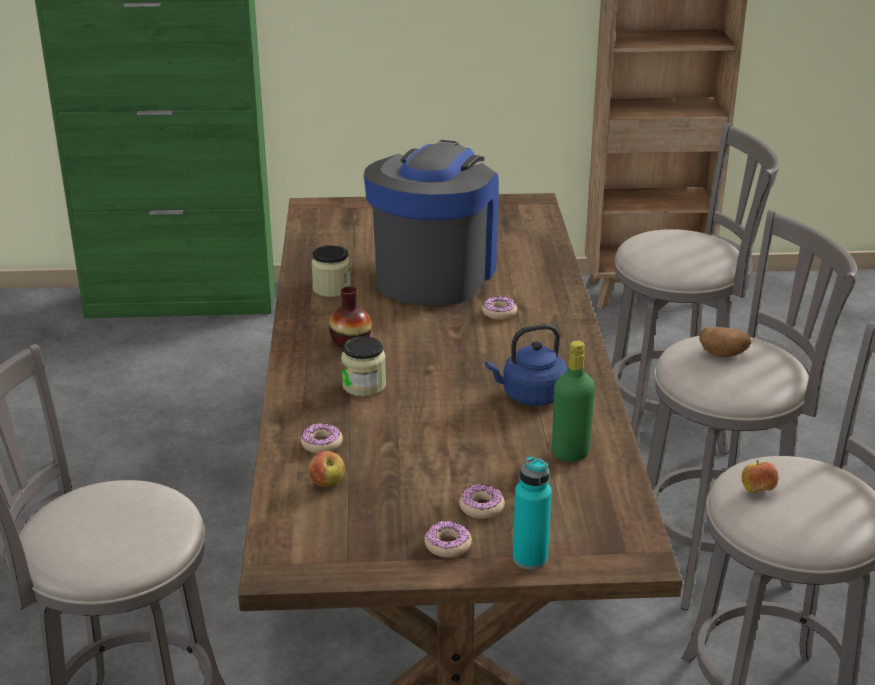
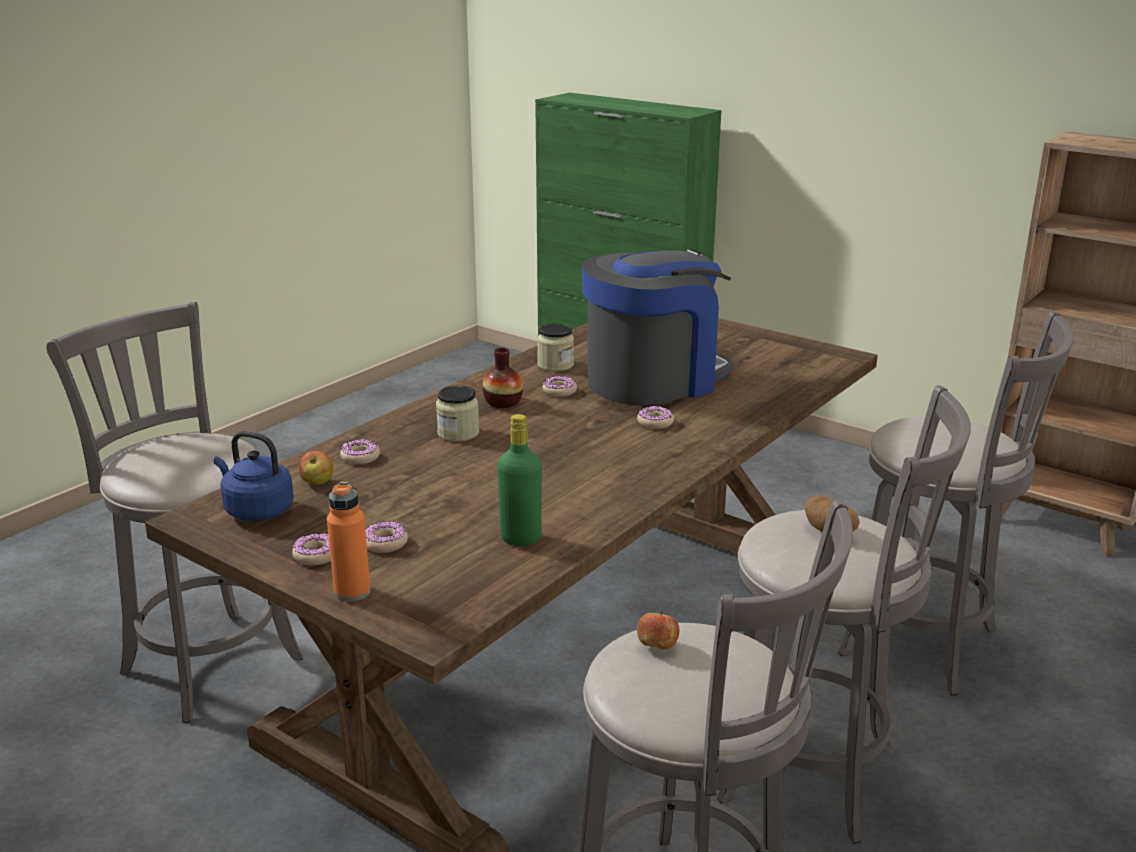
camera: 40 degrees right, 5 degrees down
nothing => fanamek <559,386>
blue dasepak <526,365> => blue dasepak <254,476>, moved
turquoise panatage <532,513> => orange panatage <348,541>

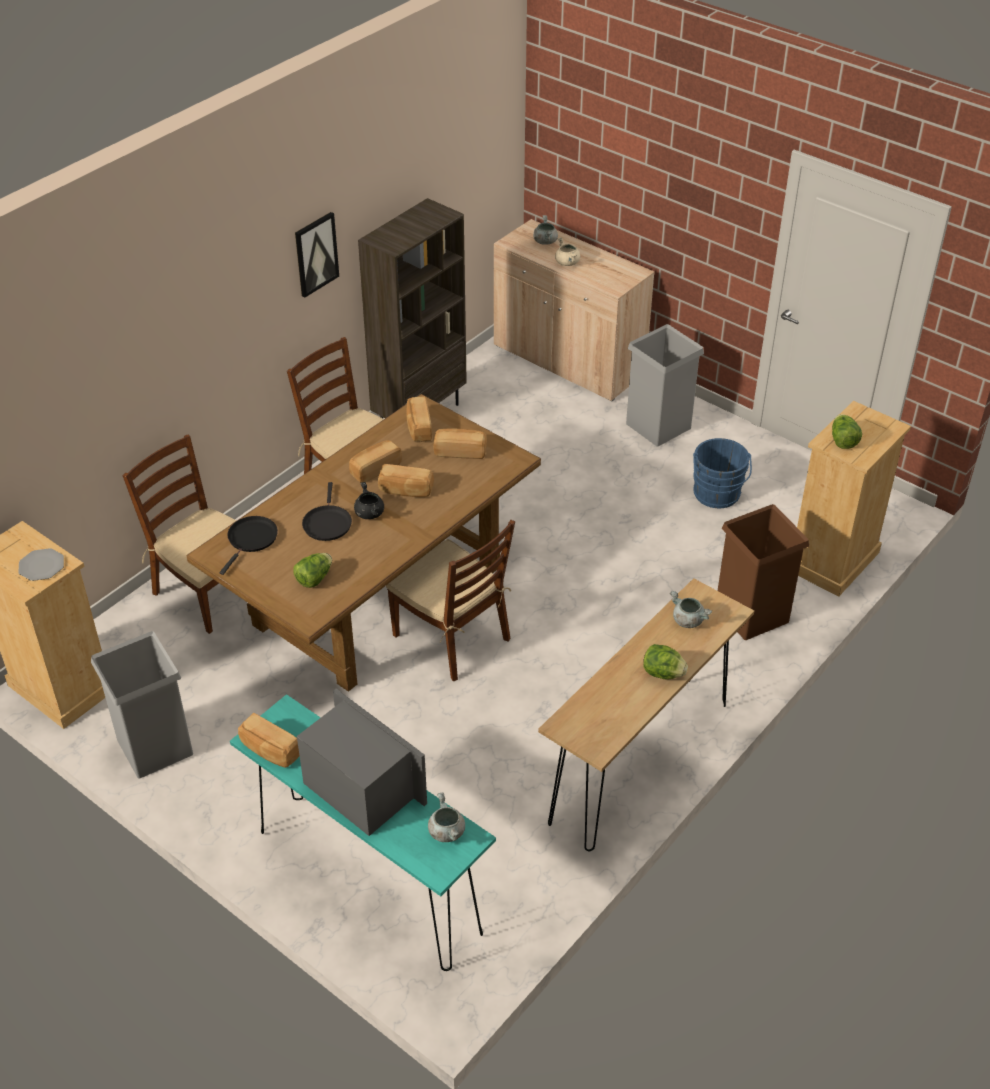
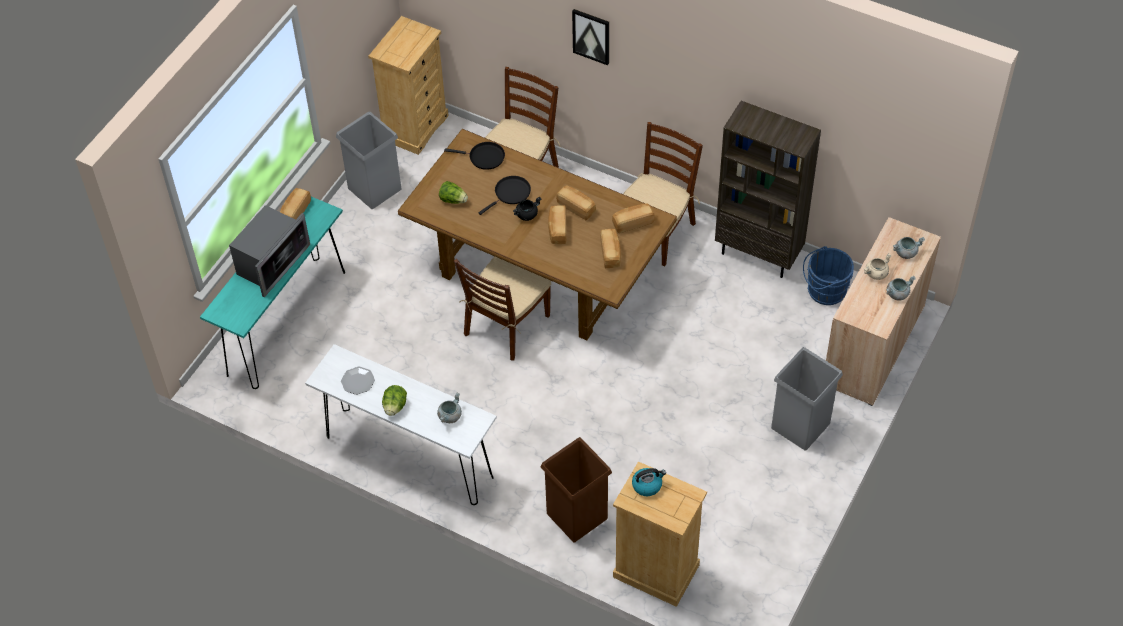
camera: 80 degrees right, 10 degrees up
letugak <41,564> => letugak <358,381>, moved
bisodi <317,255> => bisodi <590,37>, moved
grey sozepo <446,817> => grey sozepo <901,288>, moved
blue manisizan <722,473> => blue manisizan <828,275>, moved
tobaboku <847,431> => dasepak <649,482>
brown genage <646,714> => white genage <401,424>
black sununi <327,511> => black sununi <505,195>, 150 degrees clockwise

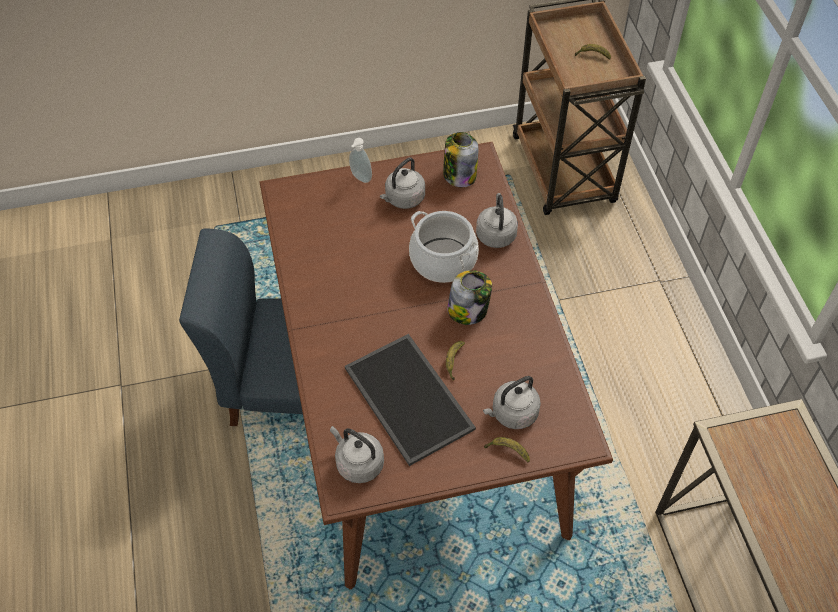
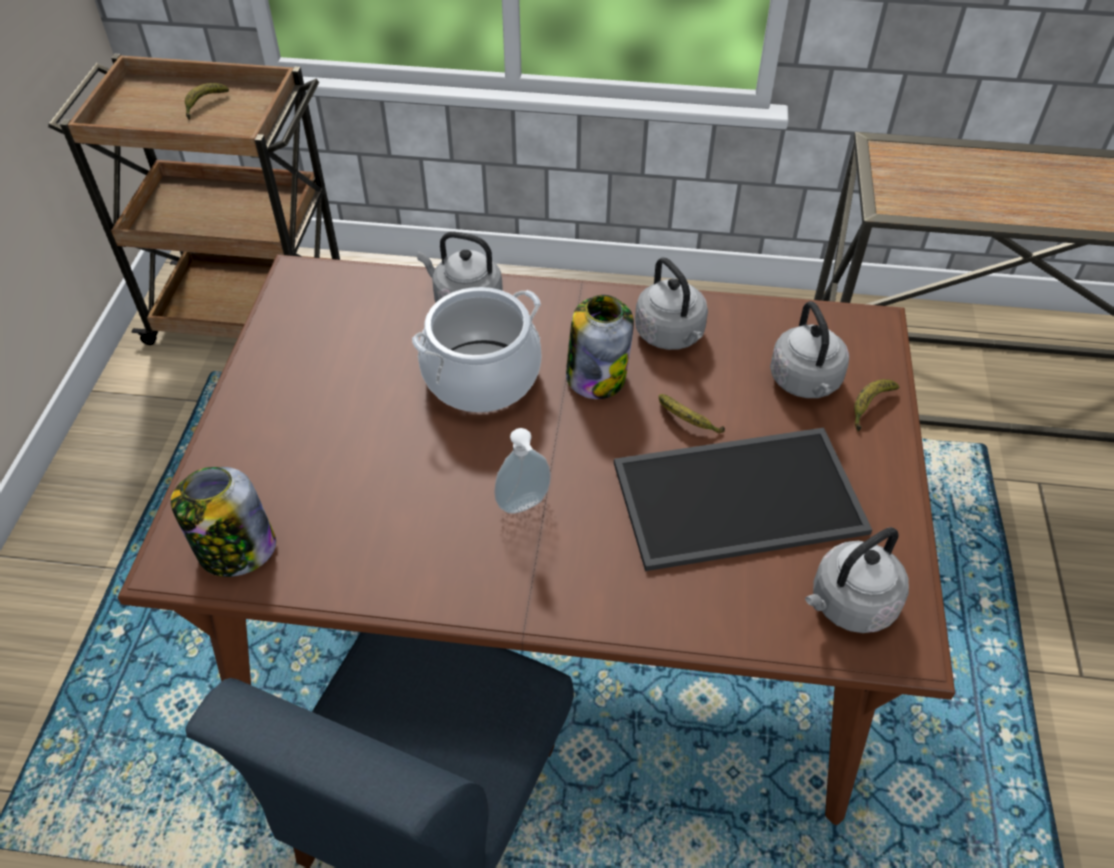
camera: 70 degrees left, 5 degrees down
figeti <360,160> => figeti <522,471>, moved
grey dasepak <402,183> => grey dasepak <671,303>, moved
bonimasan <461,159> => bonimasan <223,522>, moved

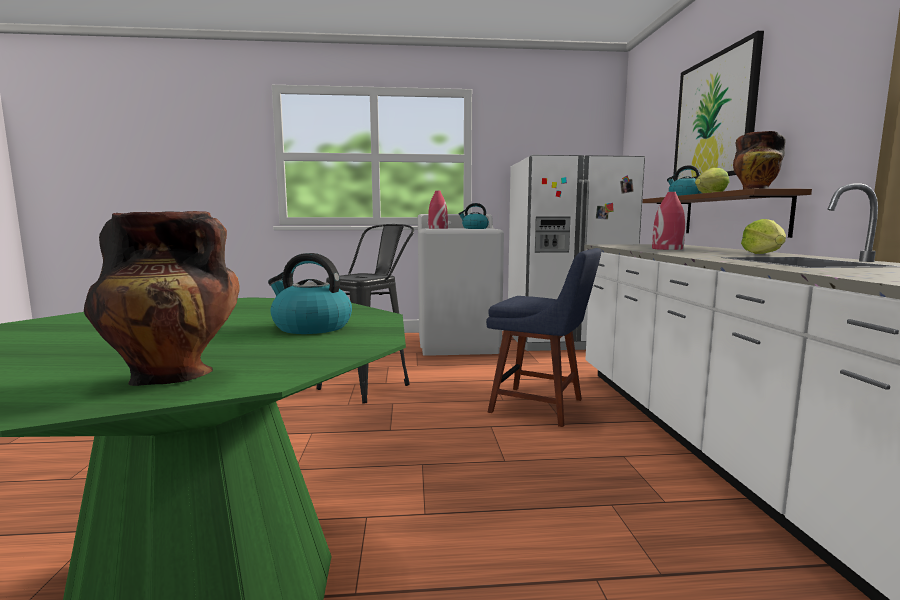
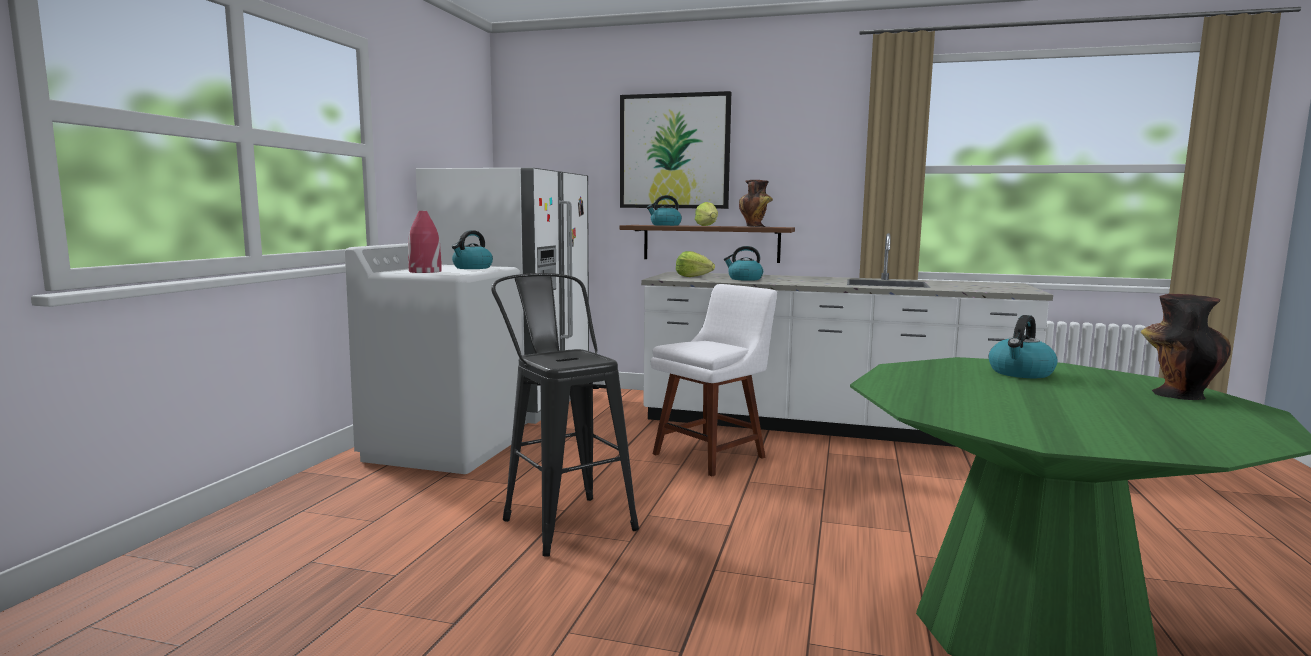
camera: 70 degrees left, 0 degrees up
tobaboku <763,236> => tobaboku <695,264>, moved
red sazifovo <668,221> => dasepak <743,263>
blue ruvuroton <544,337> => white ruvuroton <714,380>

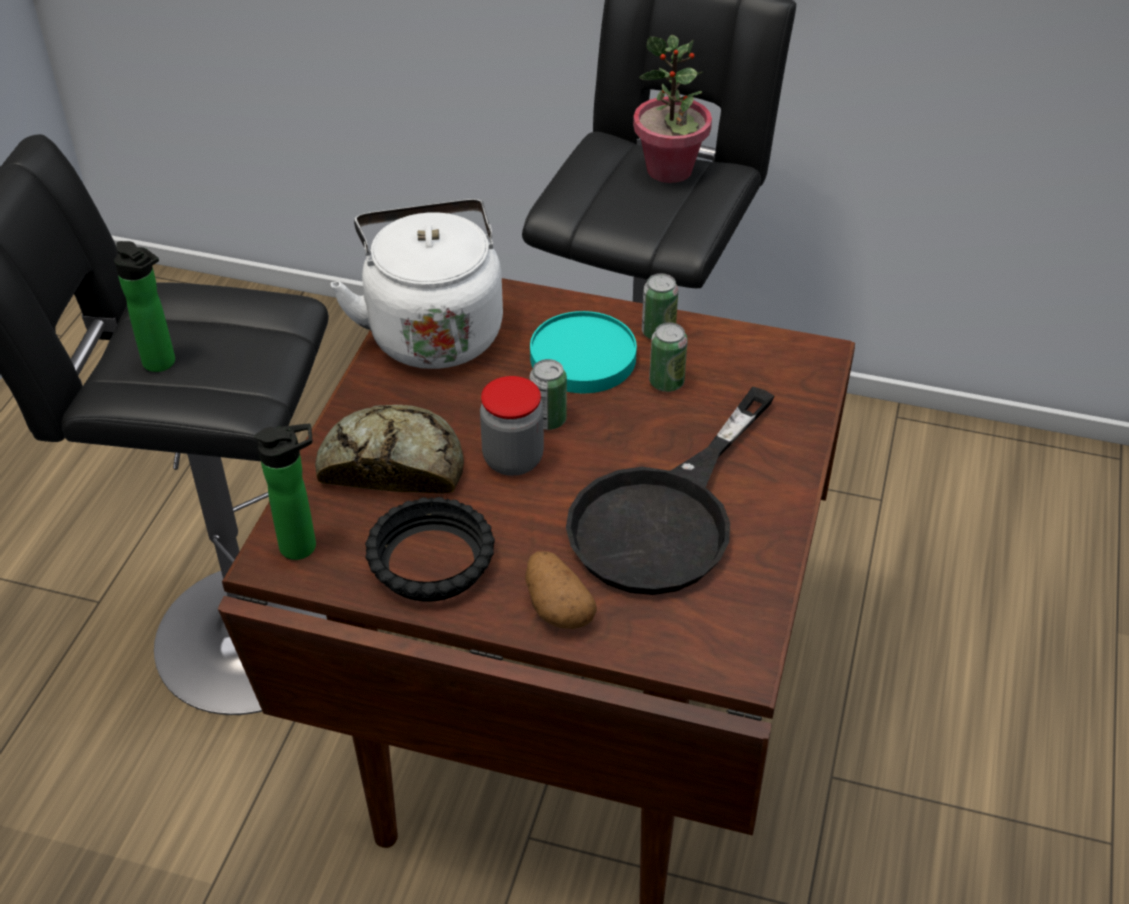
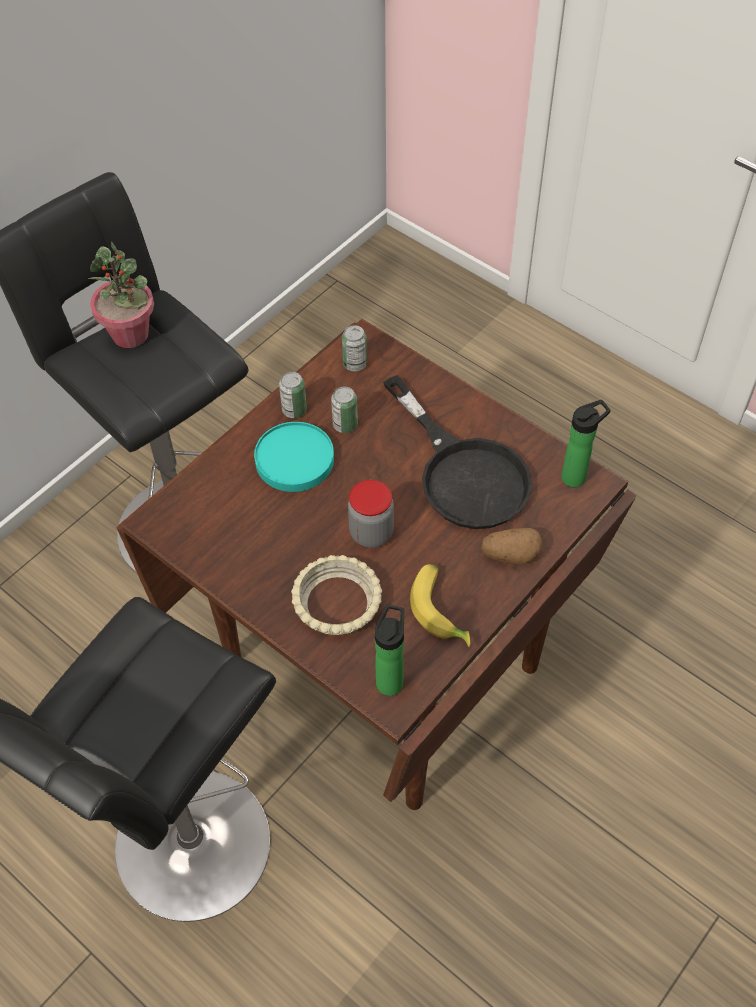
camera: 65 degrees left, 10 degrees up
white dasepak <416,284> => nothing
panatage <144,306> => panatage <586,443>, moved
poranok <548,394> => poranok <354,348>, moved
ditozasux <389,449> => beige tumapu <336,595>
black tumapu <430,549> => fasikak <440,605>

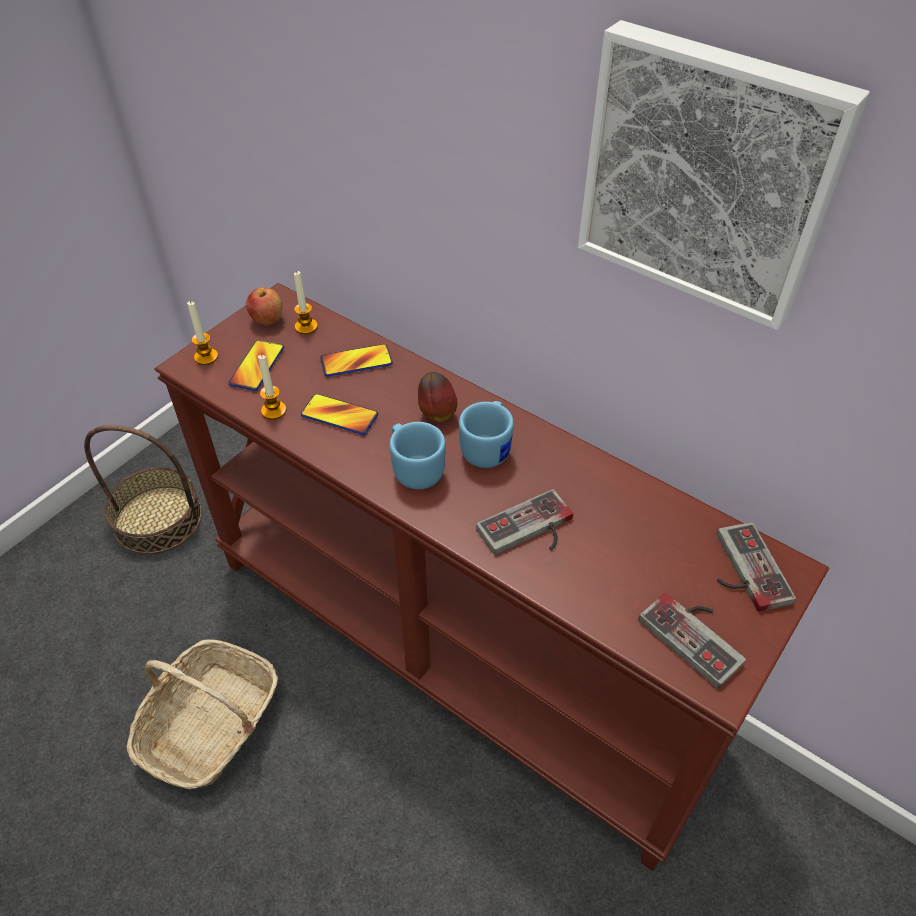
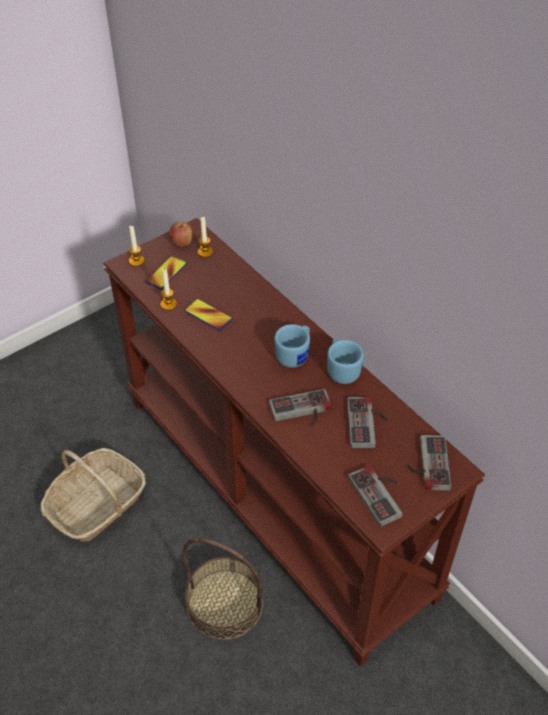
camera: 15 degrees right, 0 degrees up
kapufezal <356,360> => nothing
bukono <437,397> => nothing
bisodi <724,175> => nothing
nothing => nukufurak <367,422>
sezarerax <143,489> => sezarerax <223,589>, moved
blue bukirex <418,455> => blue bukirex <346,361>, moved

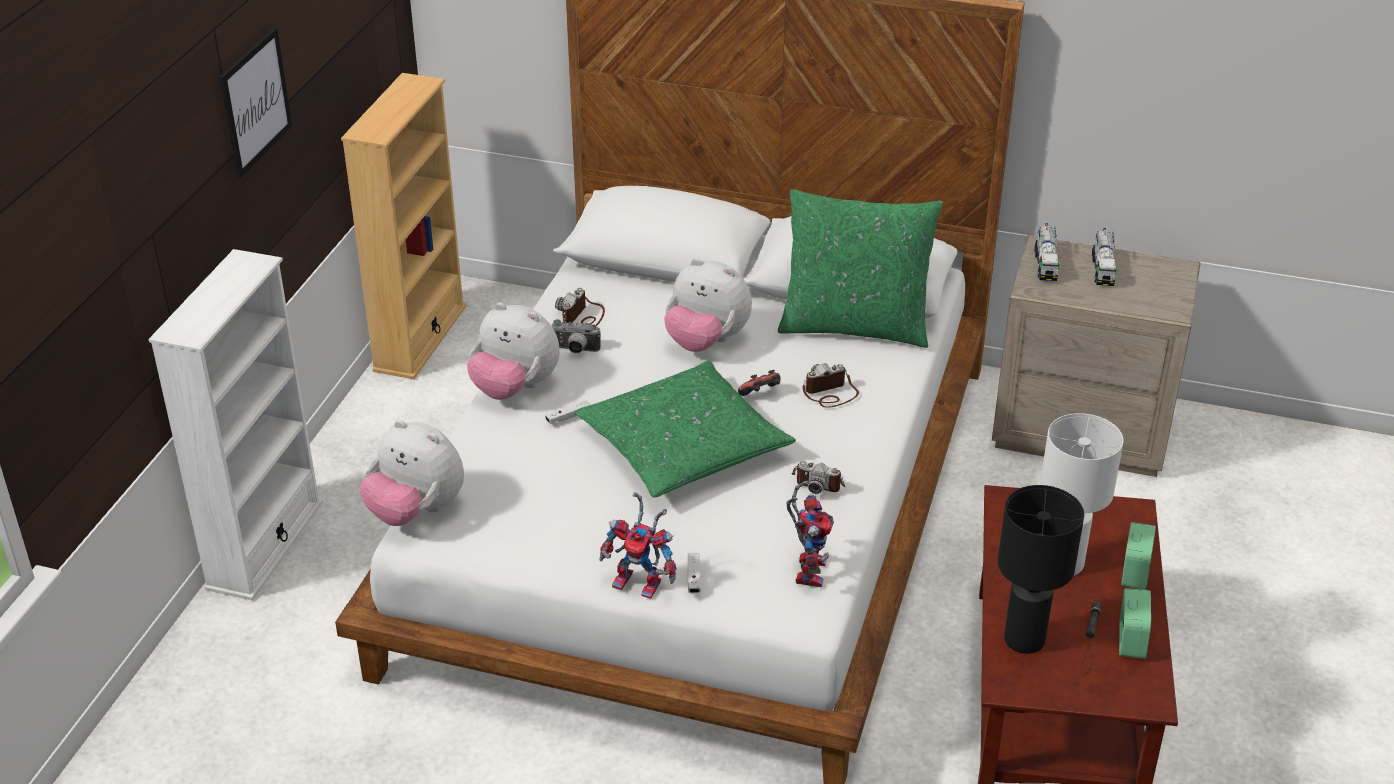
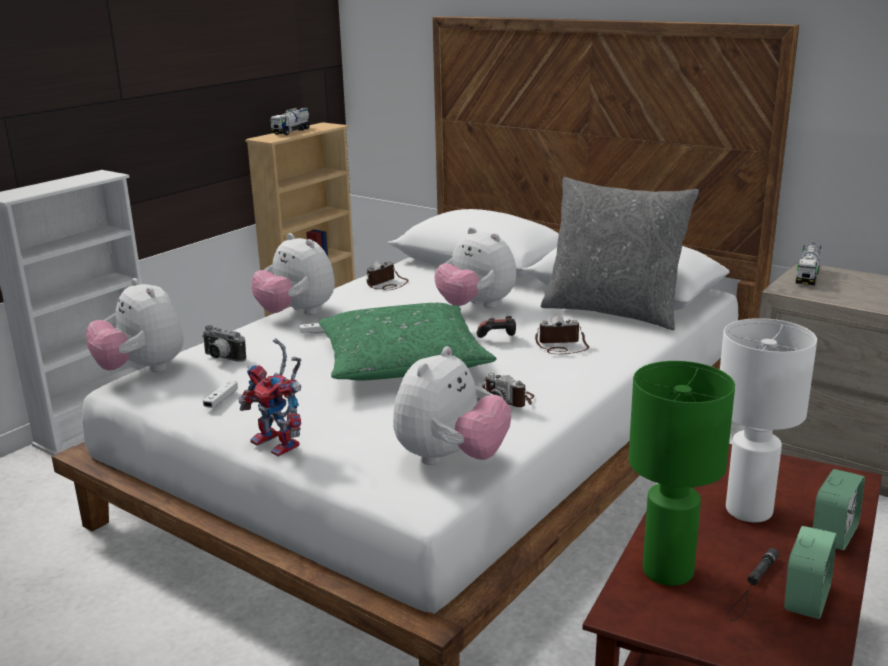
camera: 20 degrees right, 15 degrees down
bisodi <255,103> => nothing
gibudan <576,336> => gibudan <224,343>, moved
white nukufurak <694,573> => white nukufurak <220,394>, moved
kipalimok <1104,257> => kipalimok <290,121>, moved
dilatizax <810,534> => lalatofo <452,406>
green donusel <860,268> => grey donusel <620,253>
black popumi <1041,569> => green popumi <682,473>

